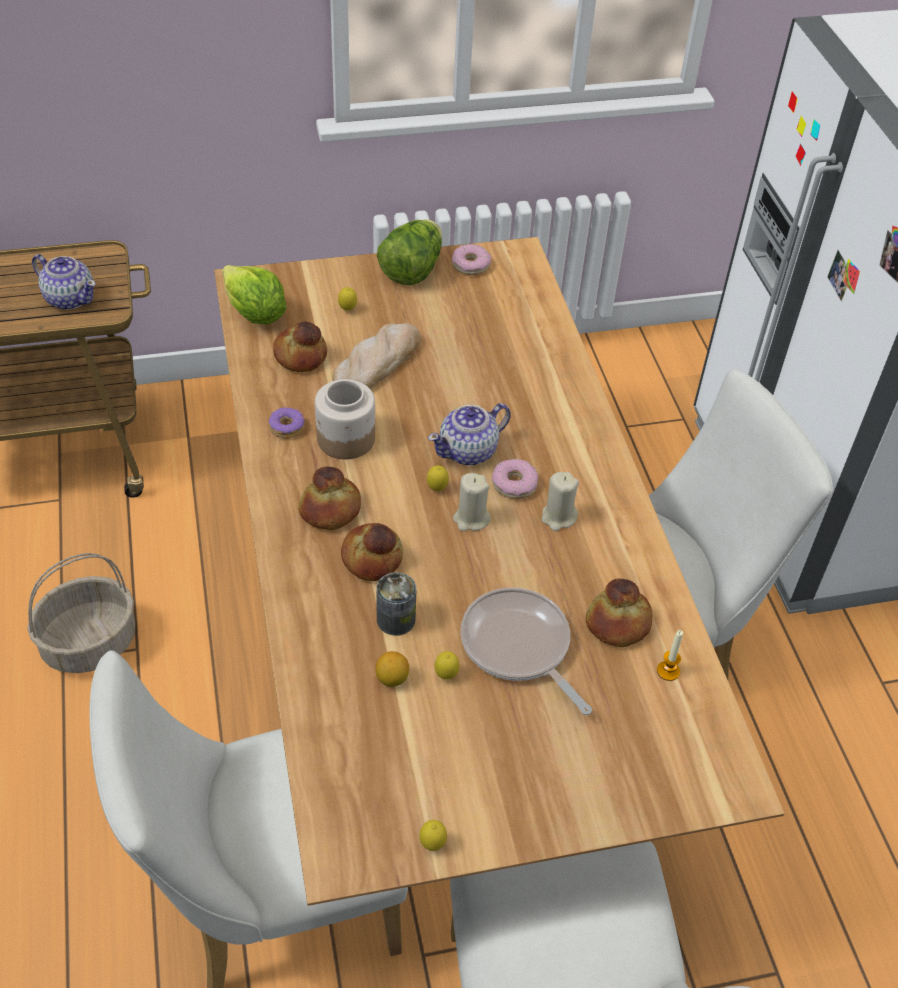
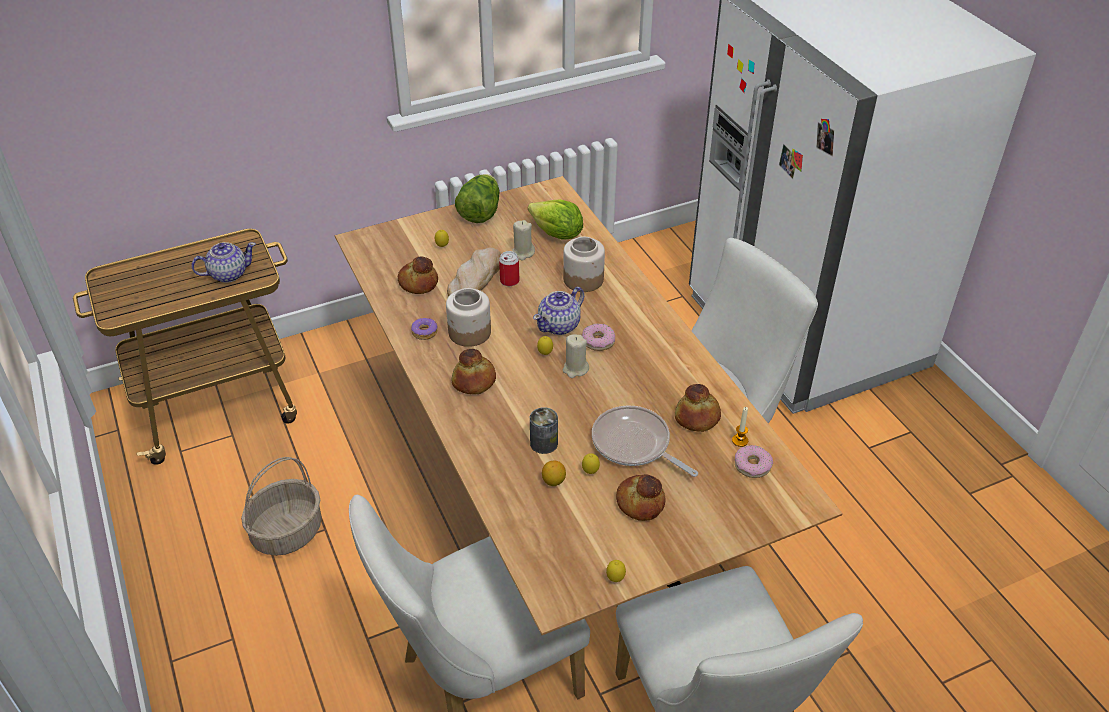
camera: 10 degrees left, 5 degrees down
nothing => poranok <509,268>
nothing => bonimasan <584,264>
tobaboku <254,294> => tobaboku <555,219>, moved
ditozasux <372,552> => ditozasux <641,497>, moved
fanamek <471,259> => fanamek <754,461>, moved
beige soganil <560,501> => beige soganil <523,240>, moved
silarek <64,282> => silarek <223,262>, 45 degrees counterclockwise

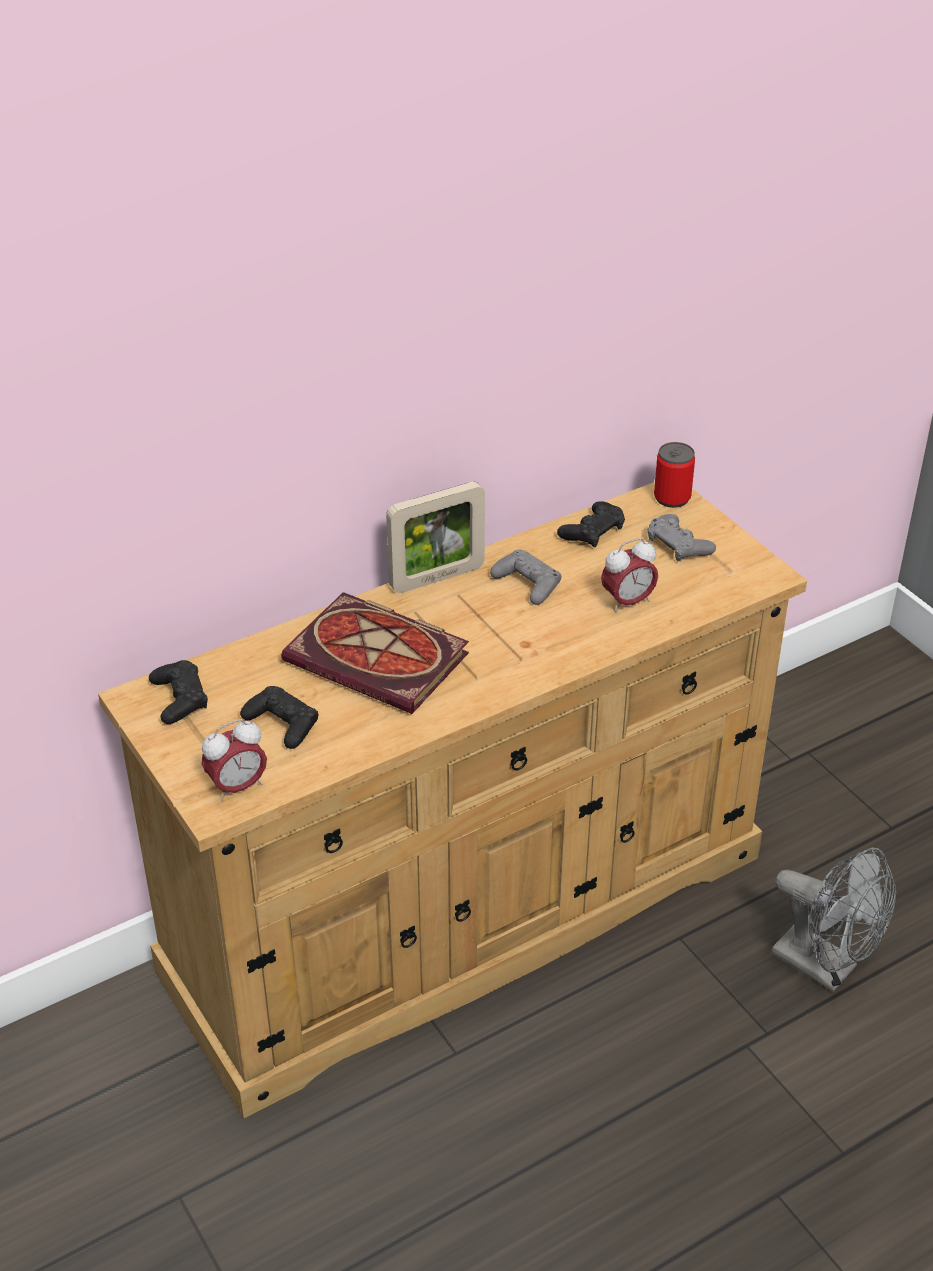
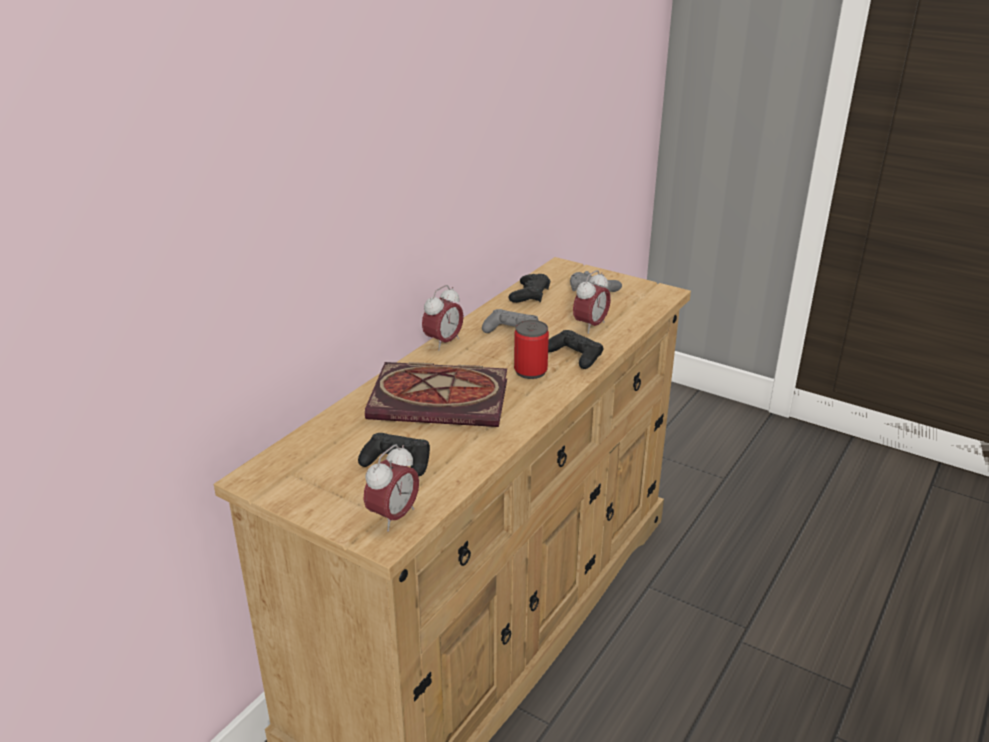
camera: 25 degrees left, 10 degrees down
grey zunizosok <834,919> => nothing
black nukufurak <178,692> => black nukufurak <576,349>, moved
poranok <674,475> => poranok <531,349>, moved
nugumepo <435,537> => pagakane <443,317>

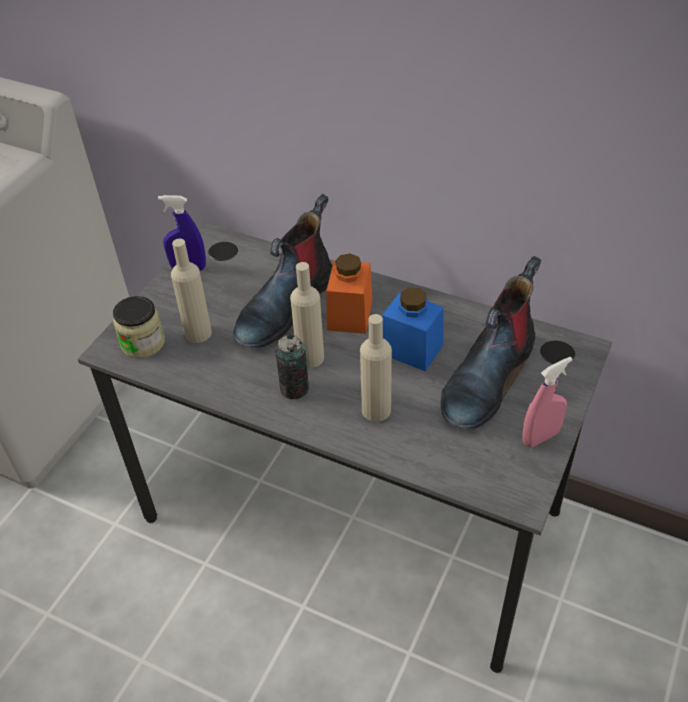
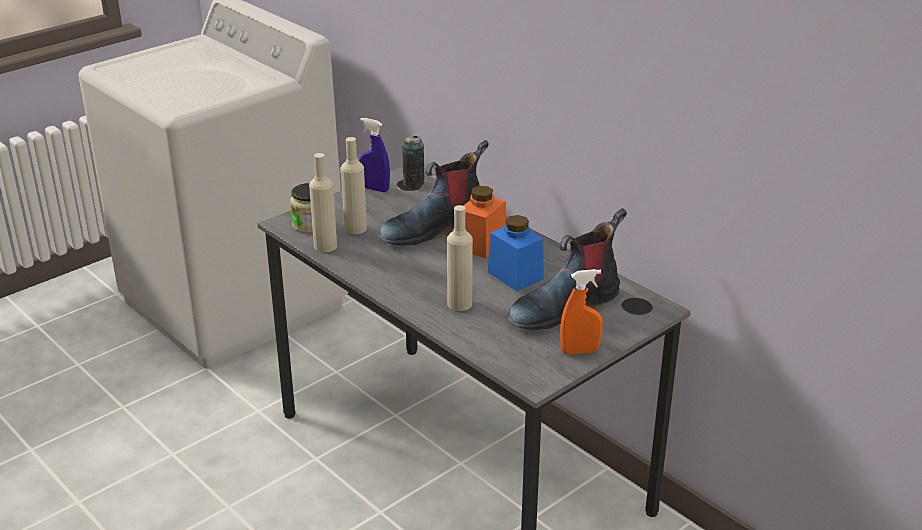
camera: 20 degrees right, 15 degrees down
poranok <292,367> => poranok <413,162>, moved
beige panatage <307,315> => beige panatage <323,203>, moved
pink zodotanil <547,402> => orange zodotanil <581,312>

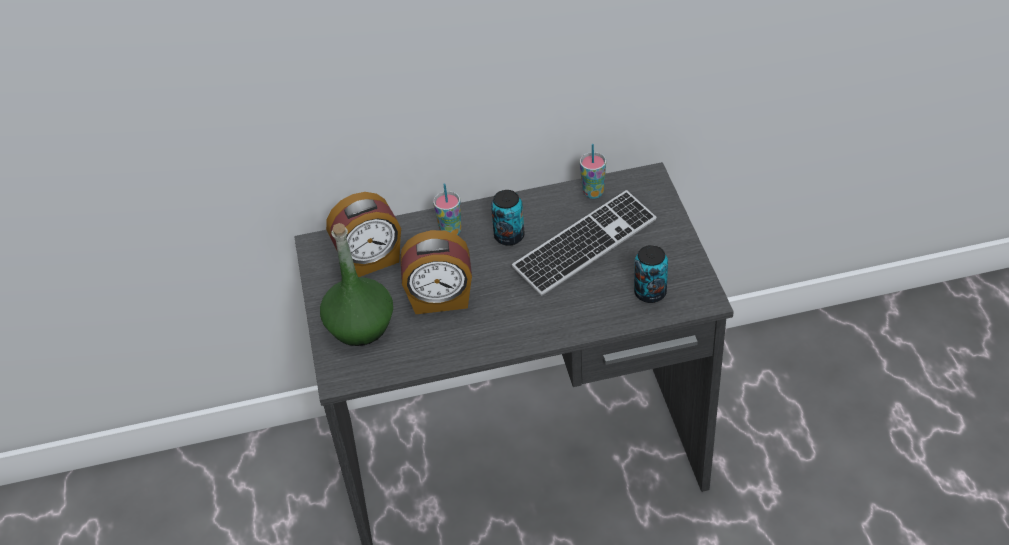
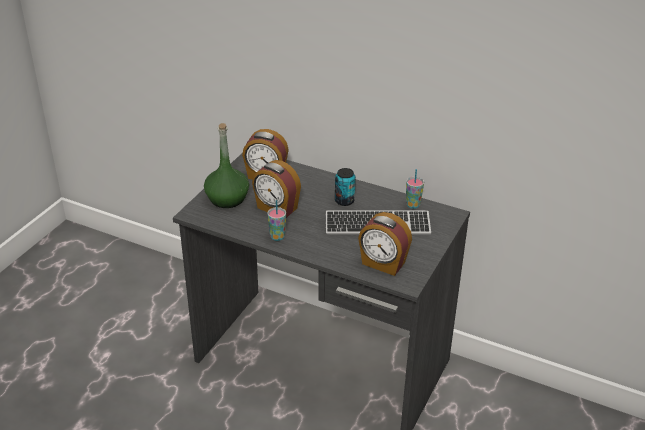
camera: 35 degrees right, 10 degrees down
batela <447,209> => batela <276,220>, moved
poranok <651,274> => pagakane <385,244>

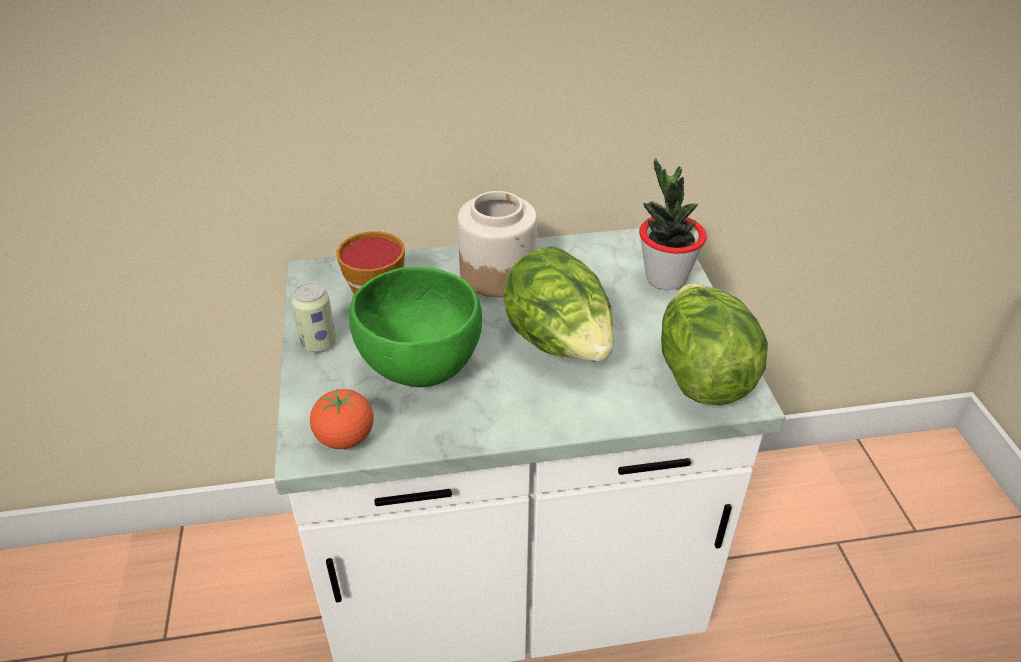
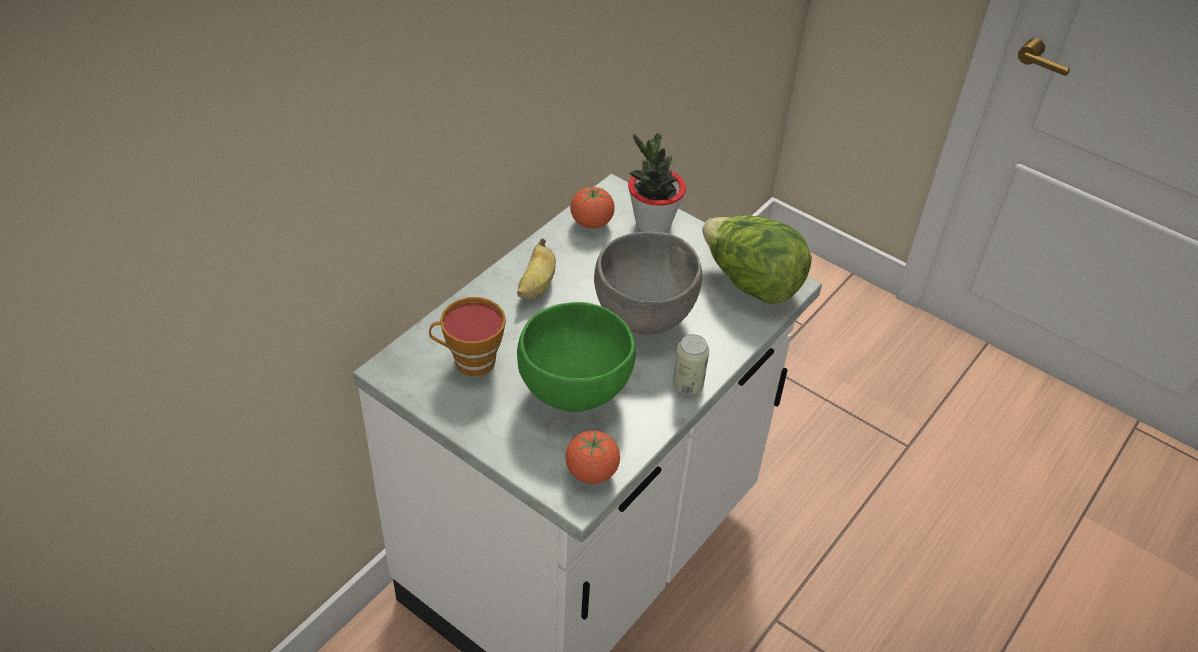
camera: 45 degrees left, 5 degrees up
nothing => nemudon <592,207>
poranok <314,317> => poranok <691,364>, moved
bonimasan <497,244> => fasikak <536,268>
tobaboku <558,304> => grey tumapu <648,282>

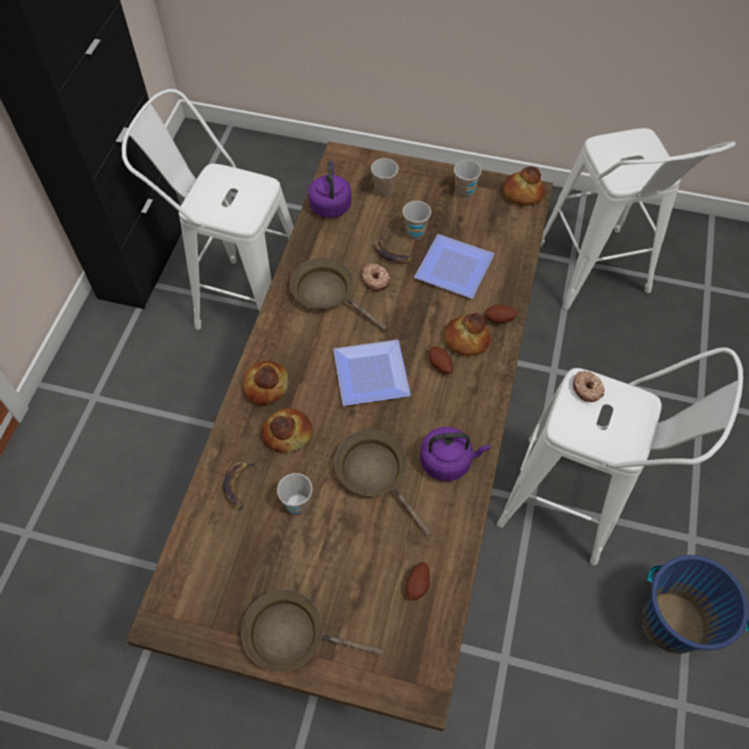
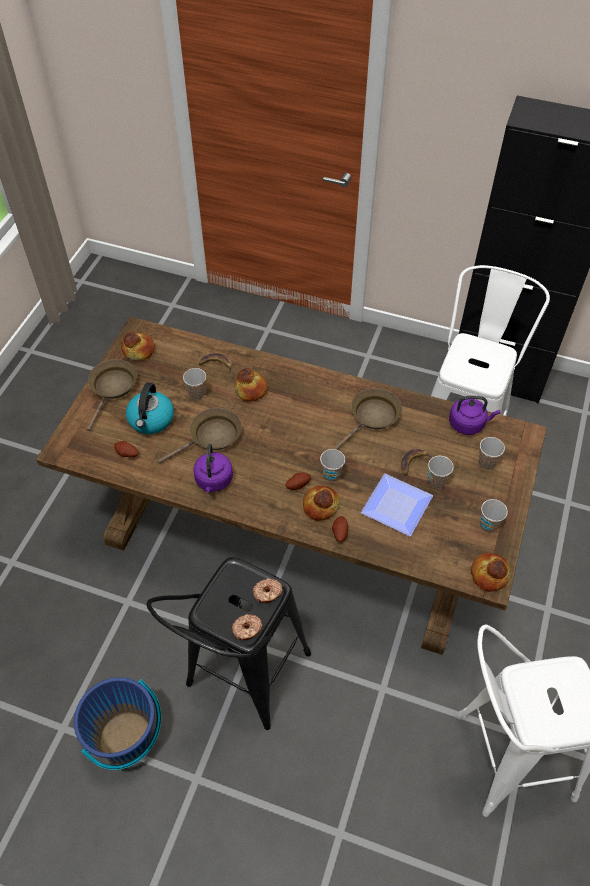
camera: 95 degrees right, 5 degrees down
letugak <372,373> => nothing
nothing => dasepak <150,408>
nothing => batela <332,465>
ditozasux <265,383> => ditozasux <138,346>, moved
fanamek <376,277> => fanamek <247,627>, moved
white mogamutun <620,456> => black mogamutun <229,643>

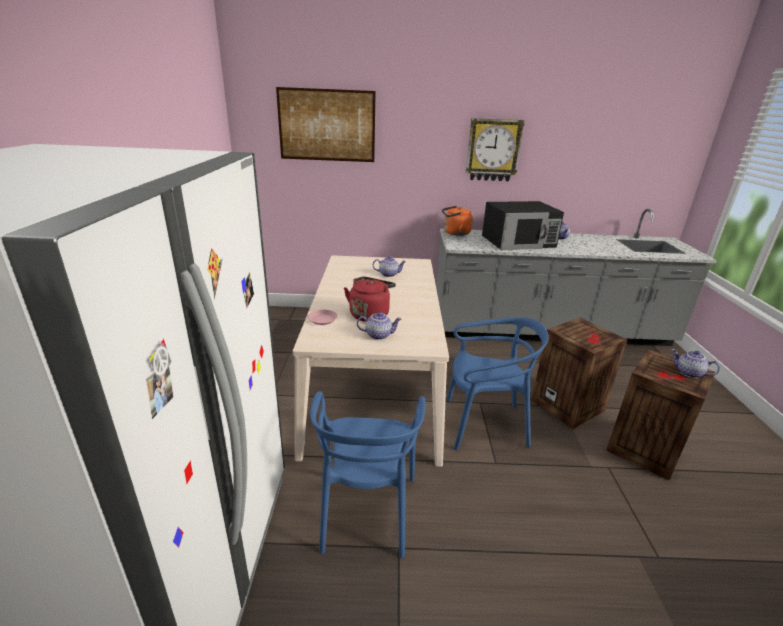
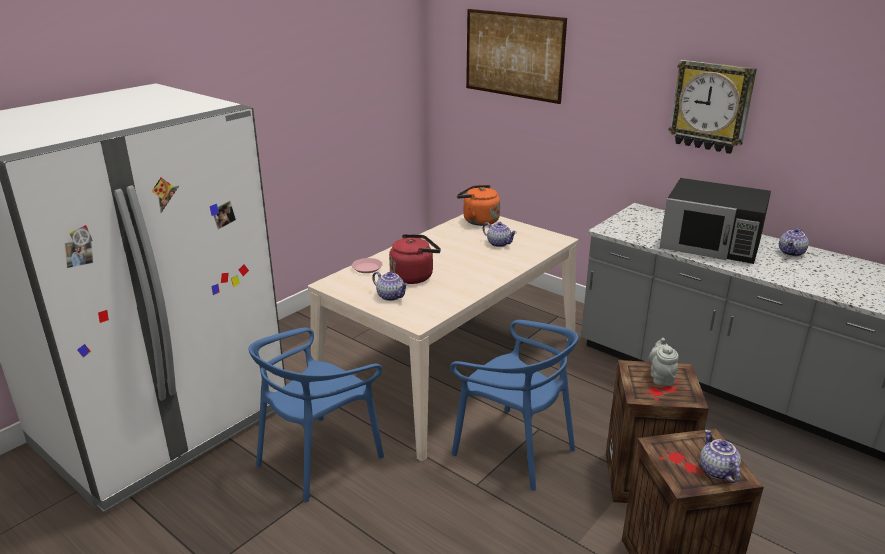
camera: 40 degrees right, 0 degrees up
nothing => grey silarek <663,362>
orange dasepak <457,221> => orange dasepak <478,205>, moved

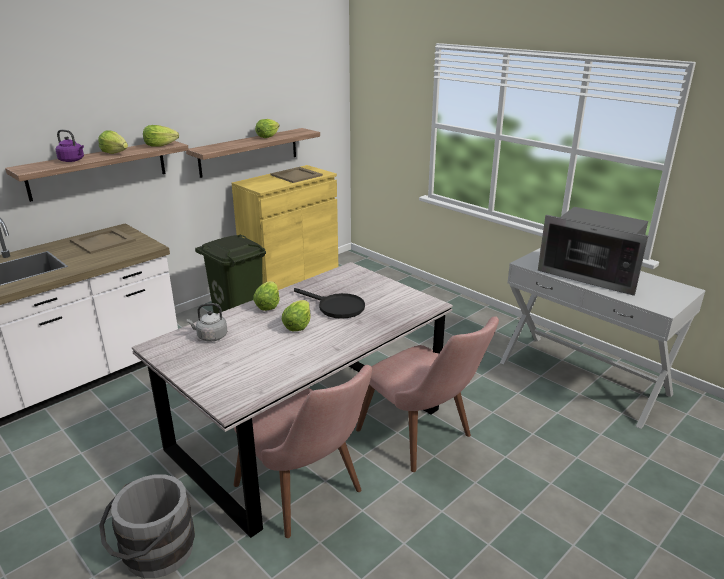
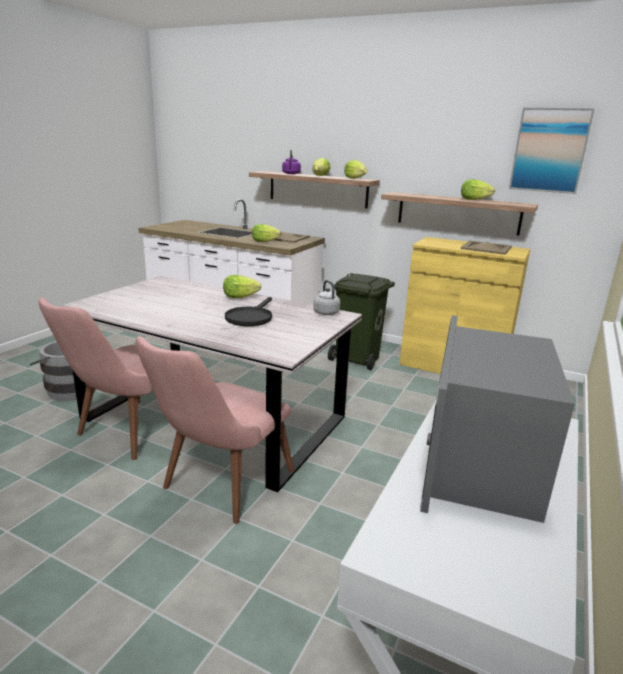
camera: 70 degrees right, 5 degrees down
nothing => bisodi <552,151>
grey dasepak <207,322> => grey dasepak <327,297>, moved
tobaboku <296,315> => tobaboku <266,233>, moved

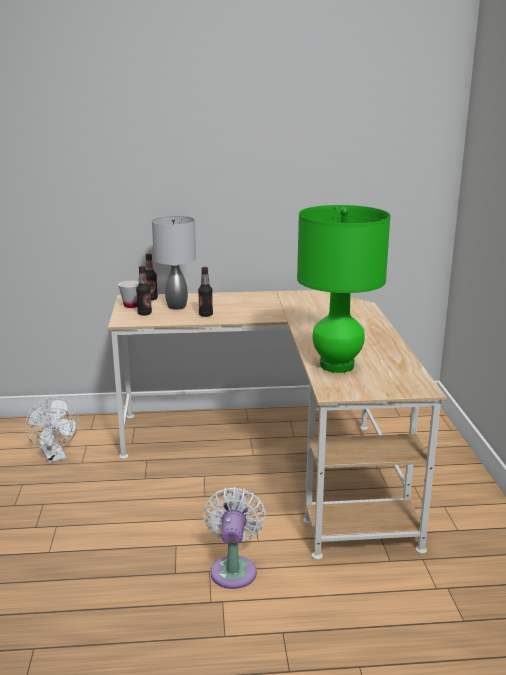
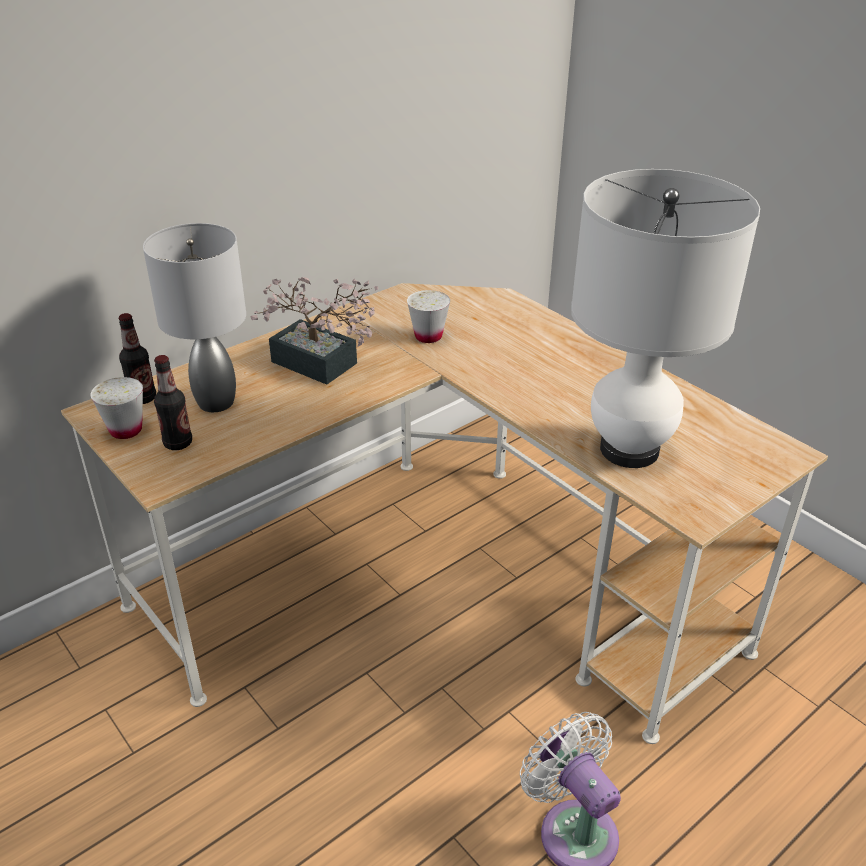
camera: 35 degrees left, 15 degrees up
white zunizosok <52,430> => nothing
panatage <205,292> => nothing
nothing => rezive <314,331>
nothing => white batela <428,316>
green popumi <344,289> => white popumi <665,318>

